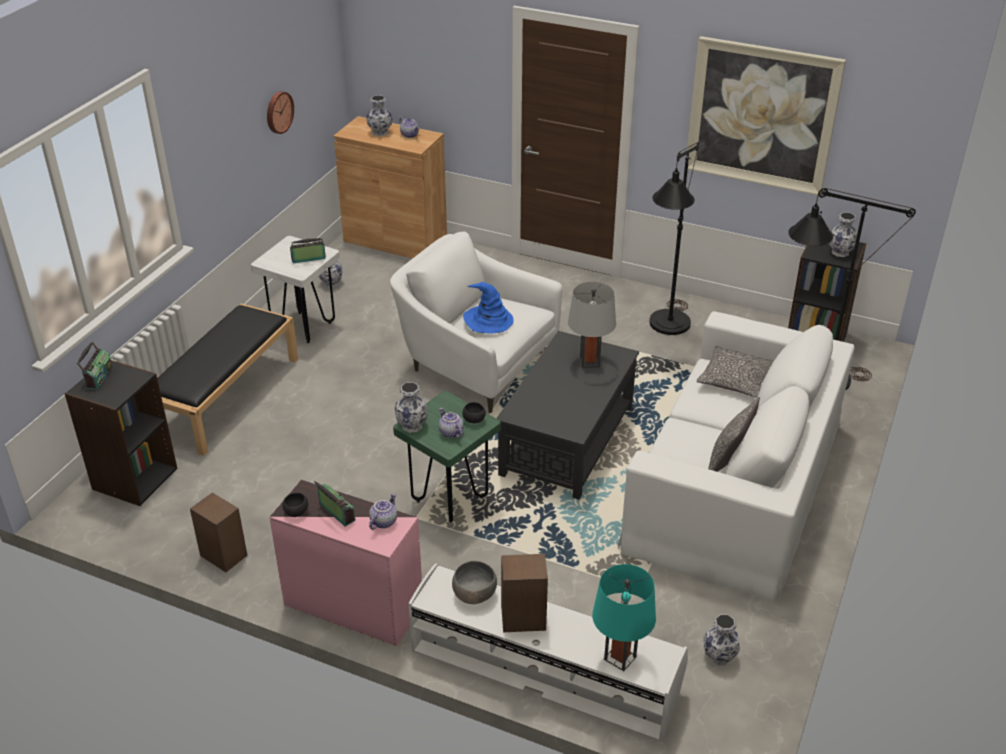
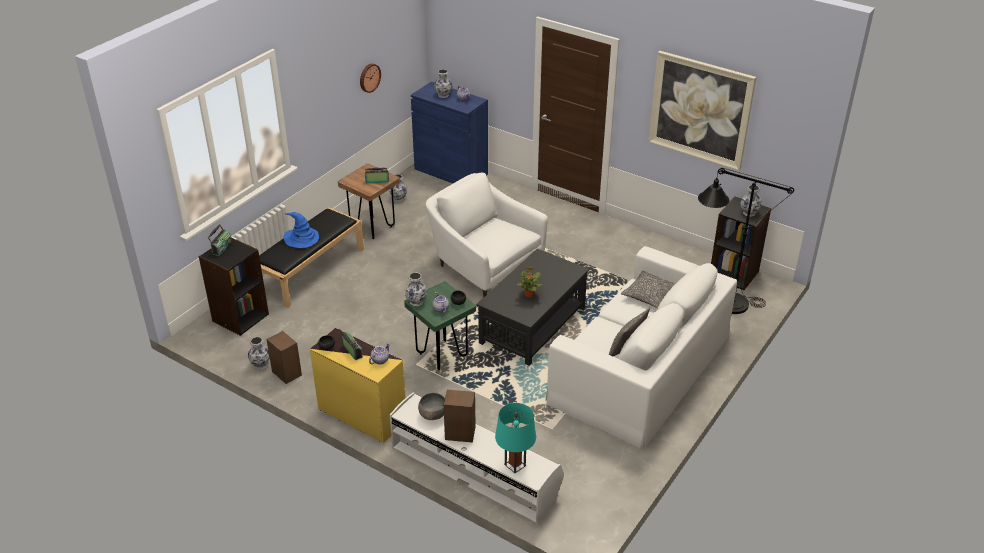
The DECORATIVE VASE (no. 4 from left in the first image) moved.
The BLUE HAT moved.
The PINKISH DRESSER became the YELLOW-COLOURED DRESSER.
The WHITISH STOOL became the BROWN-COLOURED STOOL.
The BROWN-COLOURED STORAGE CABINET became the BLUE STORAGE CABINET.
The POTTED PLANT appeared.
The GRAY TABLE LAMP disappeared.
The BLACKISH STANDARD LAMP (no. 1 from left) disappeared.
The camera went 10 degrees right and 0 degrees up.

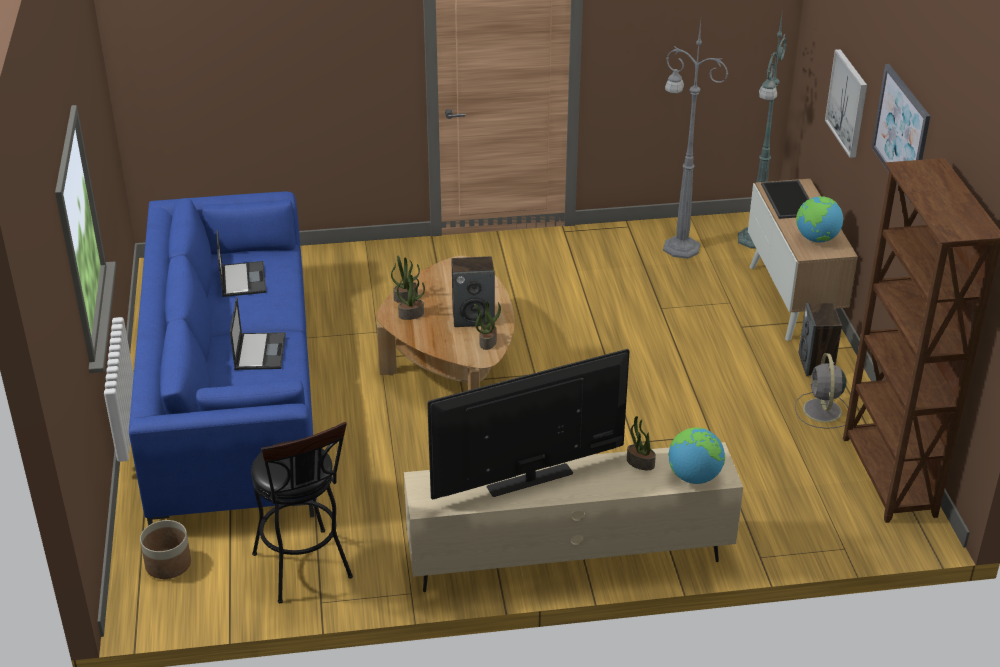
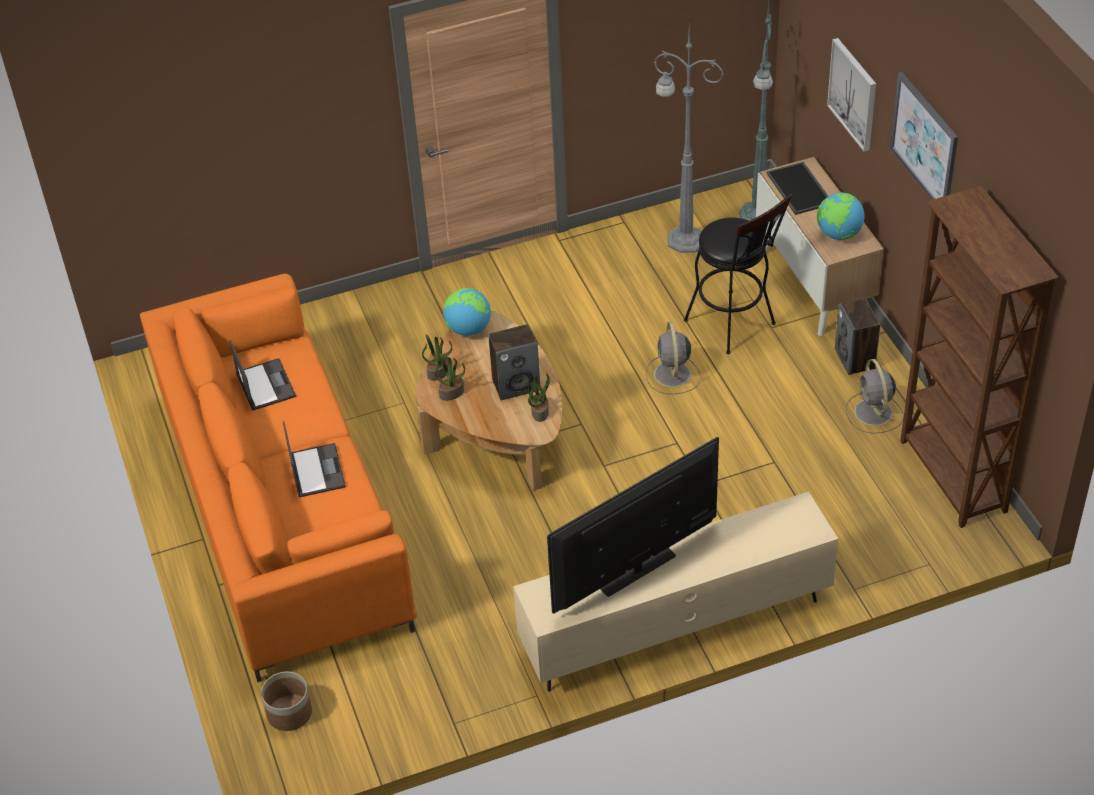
The BLUE COUCH became the ORANGEY COUCH.
The WORLD GLOBE (no. 1 from left) moved.
The GRAY FAN (no. 1 from left) appeared.
The BLACKISH STOOL moved.
The POTTED PLANT (no. 4 from left) disappeared.
The camera went 10 degrees left and 10 degrees up.

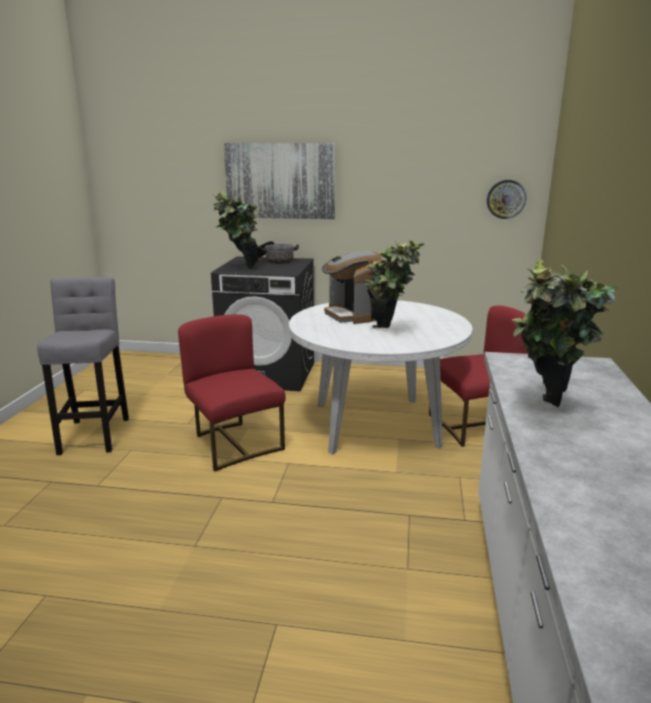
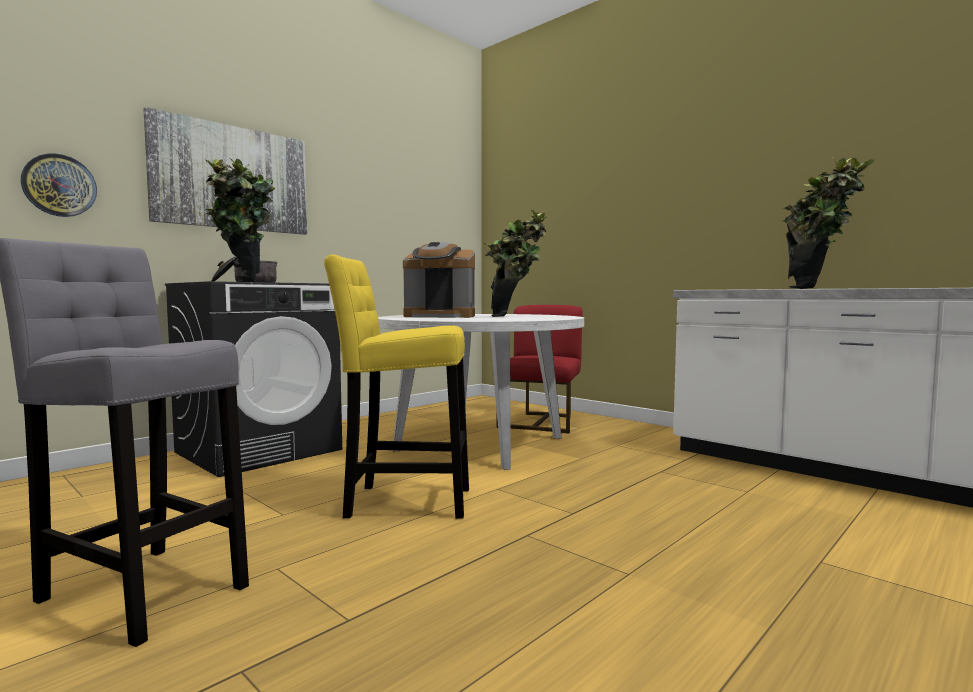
The CLOCK ON THE WALL moved.
The REDDISH UPRIGHT CHAIR (no. 1 from left) was replaced by the YELLOW-COLOURED STOOL.
The camera went 55 degrees left and 15 degrees down.

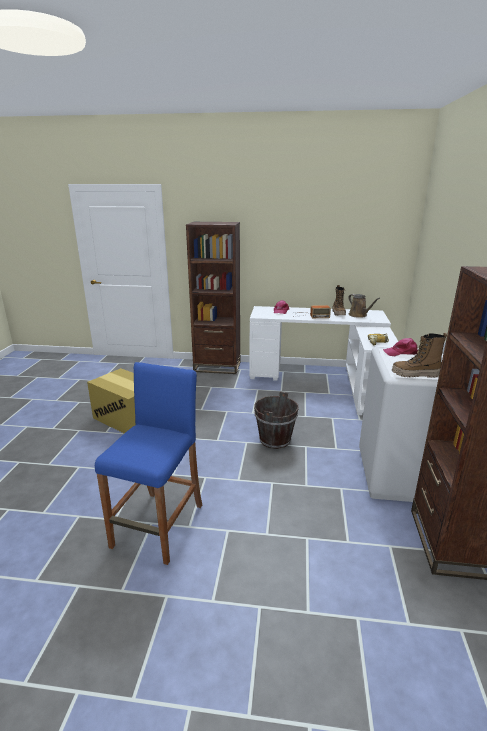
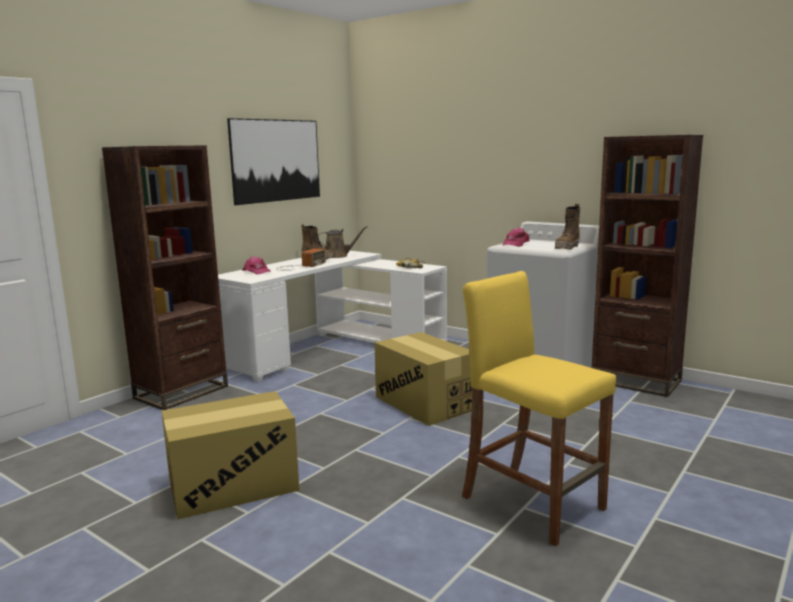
The PICTURE appeared.
The BROWN-COLOURED WATER BUCKET was replaced by the PACKING BOX (no. 2 from left).
The BLUE STOOL became the YELLOW-COLOURED STOOL.
The camera went 60 degrees left and 10 degrees down.

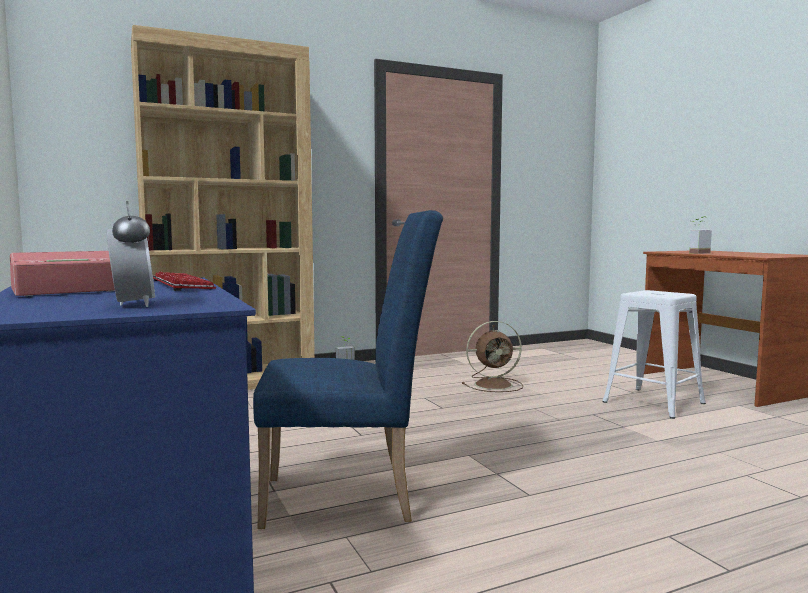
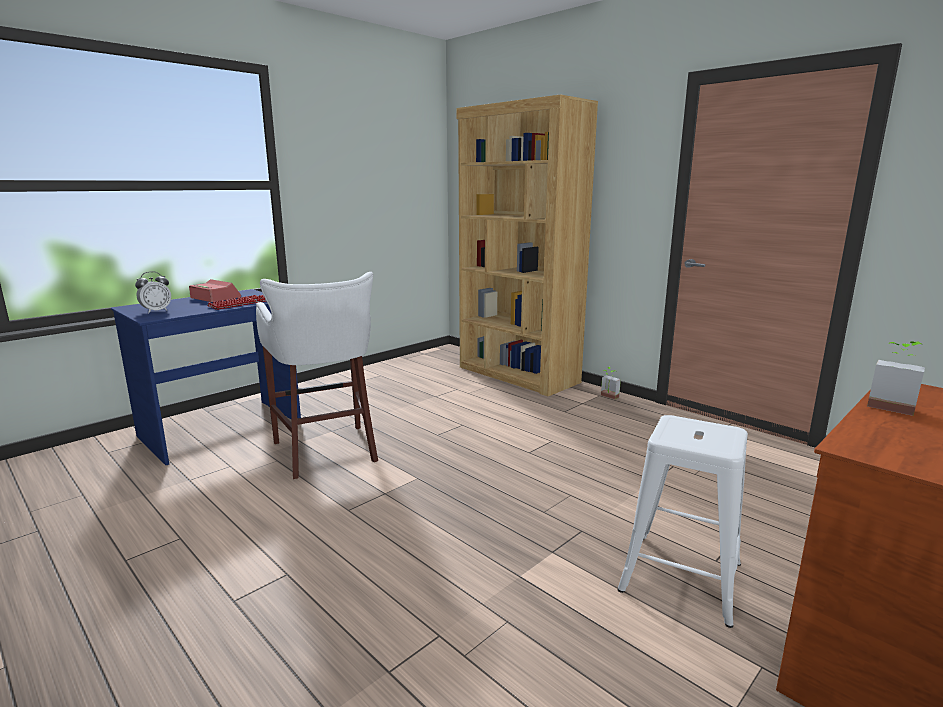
The BLUE UPRIGHT CHAIR was replaced by the WHITISH STOOL (no. 1 from left).
The BROWN-COLOURED FAN disappeared.
The camera went 70 degrees right and 10 degrees up.

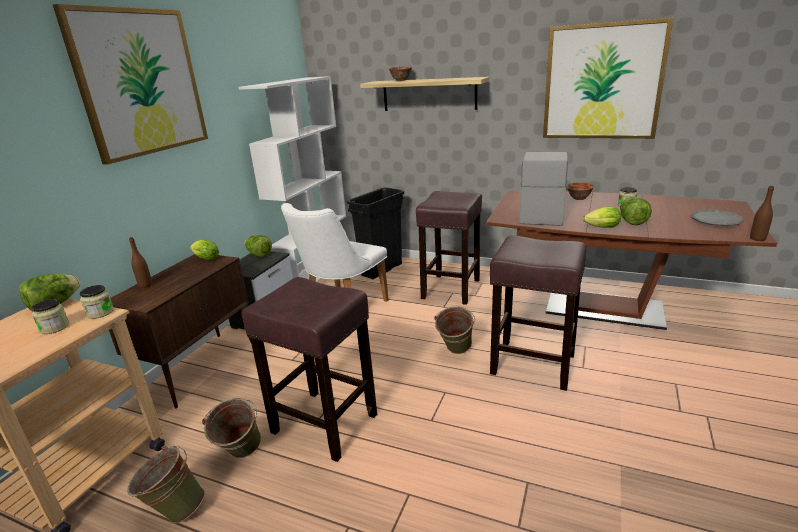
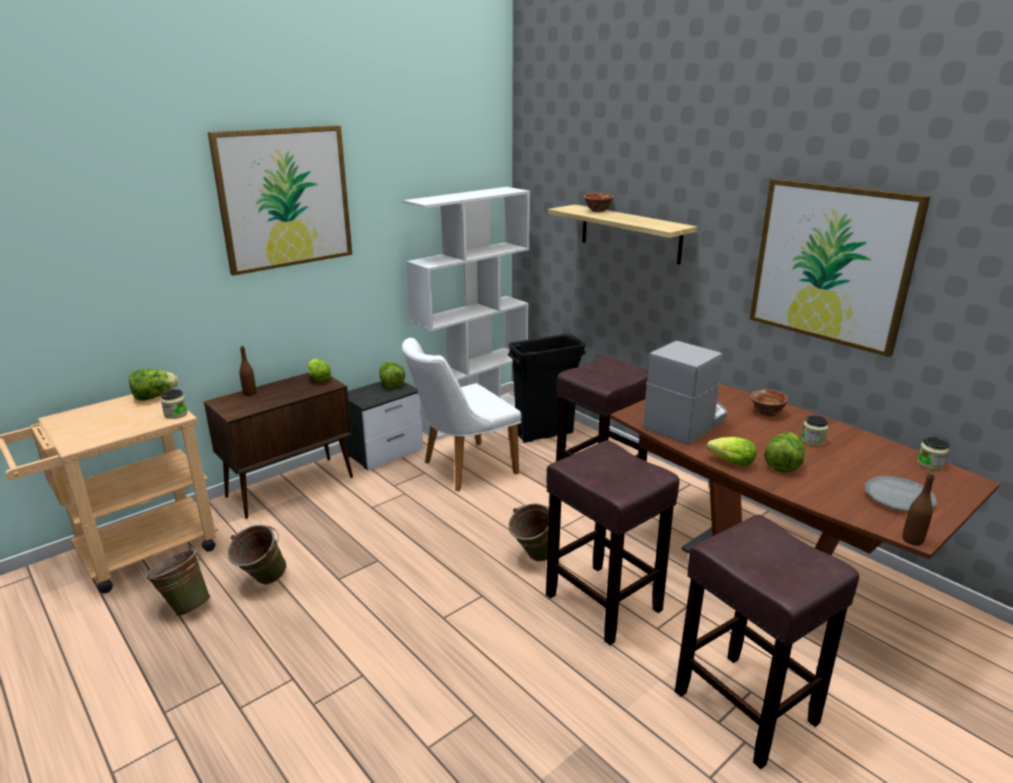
The BROWN-COLOURED STOOL (no. 1 from left in the first image) moved.
The JAR (no. 1 from left in the first image) moved.
The camera went 25 degrees right and 0 degrees up.

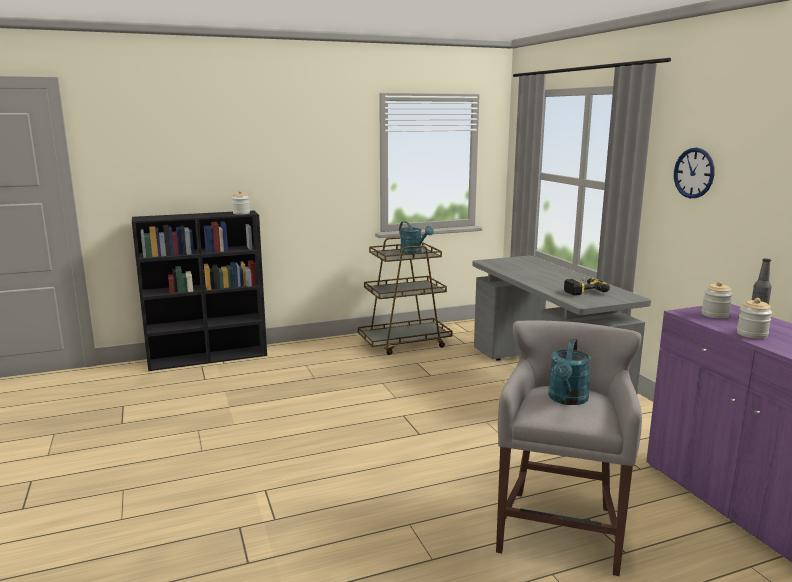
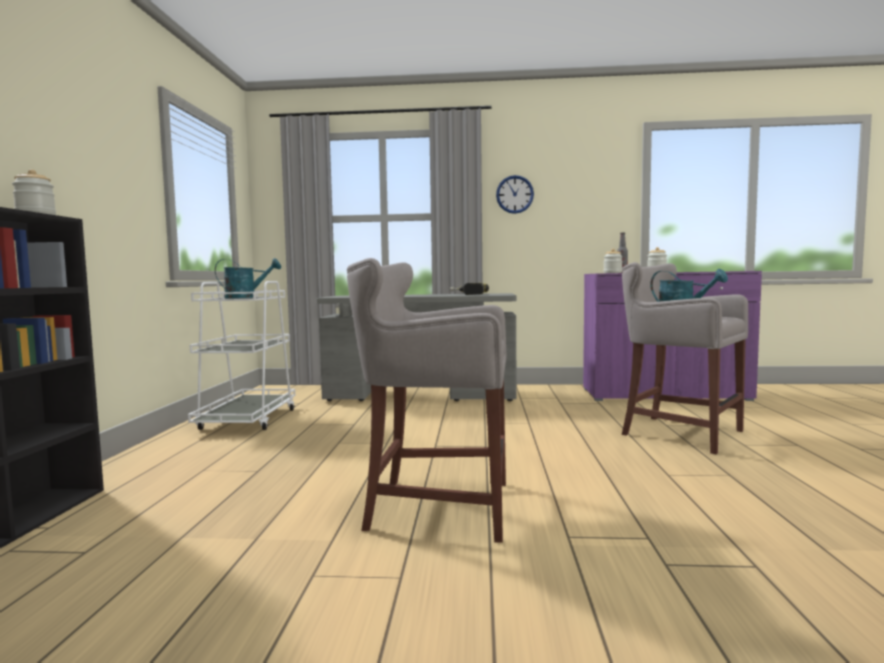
The BROWN-COLOURED WHEELED CART became the WHITISH WHEELED CART.
The GRAY STOOL (no. 1 from left) appeared.
The camera went 65 degrees left and 10 degrees down.

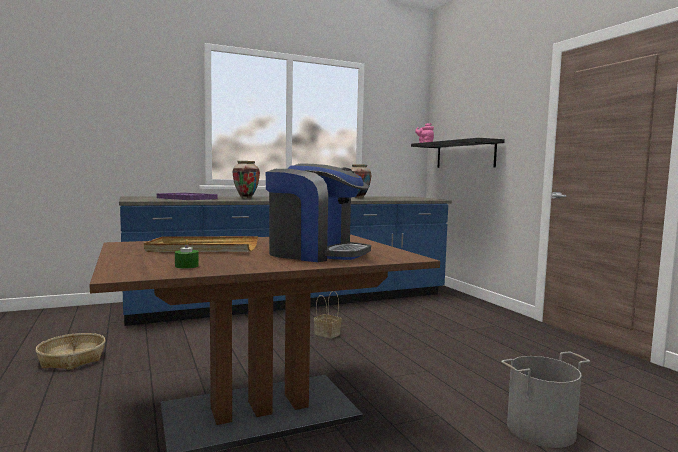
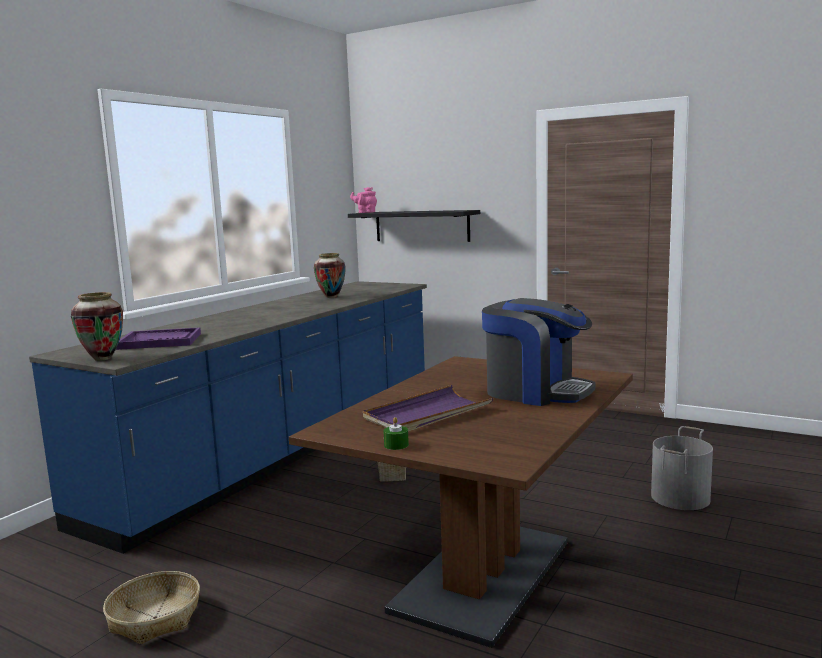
The DECORATIVE VASE (no. 1 from left) moved.
The BEIGE-COLOURED CARRYING TRAY became the PURPLISH CARRYING TRAY (no. 2 from left).
The GREENISH WAX LIGHT moved.
The COFFEE BREWER turned 45 degrees clockwise.
The camera went 35 degrees left and 5 degrees up.

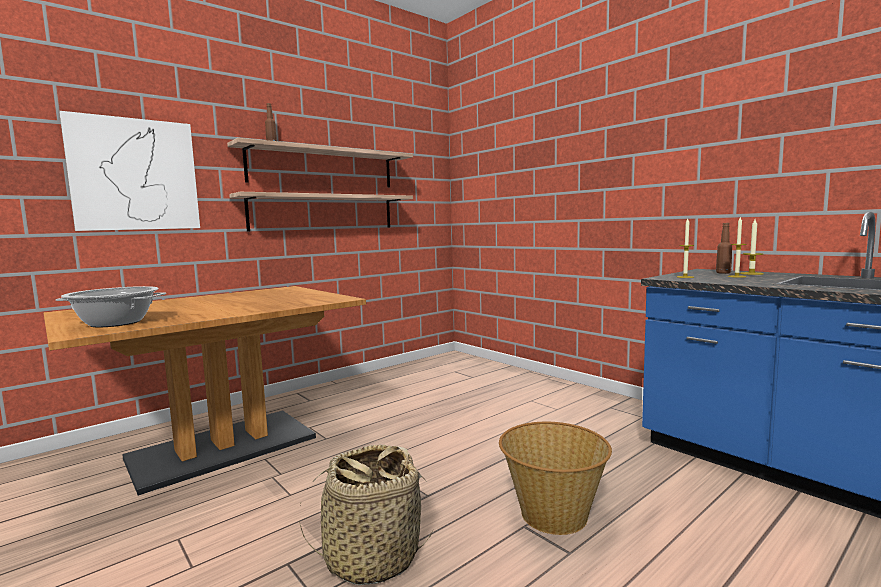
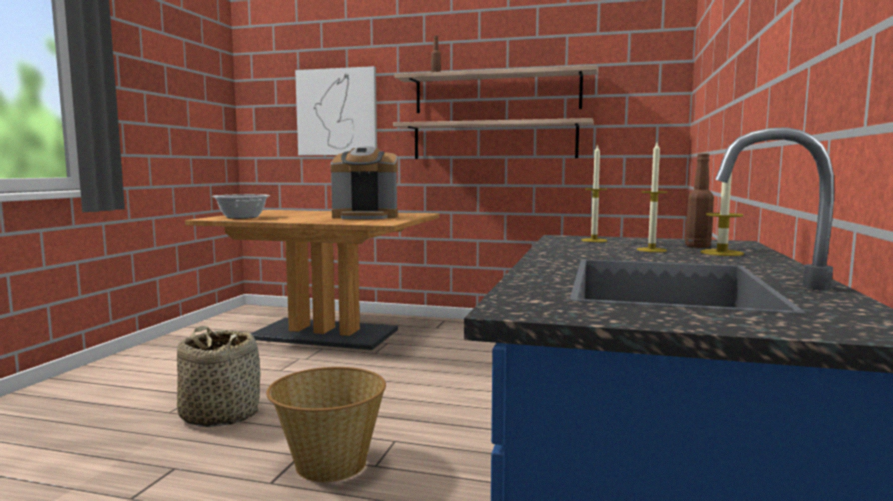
The COFFEE BREWER appeared.
The camera went 55 degrees right and 0 degrees up.

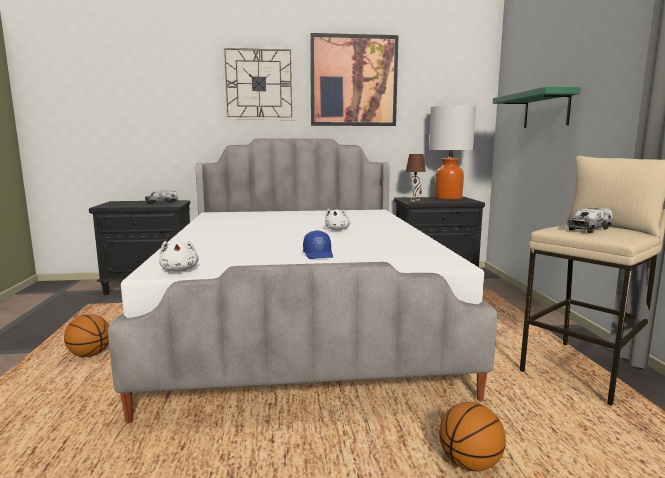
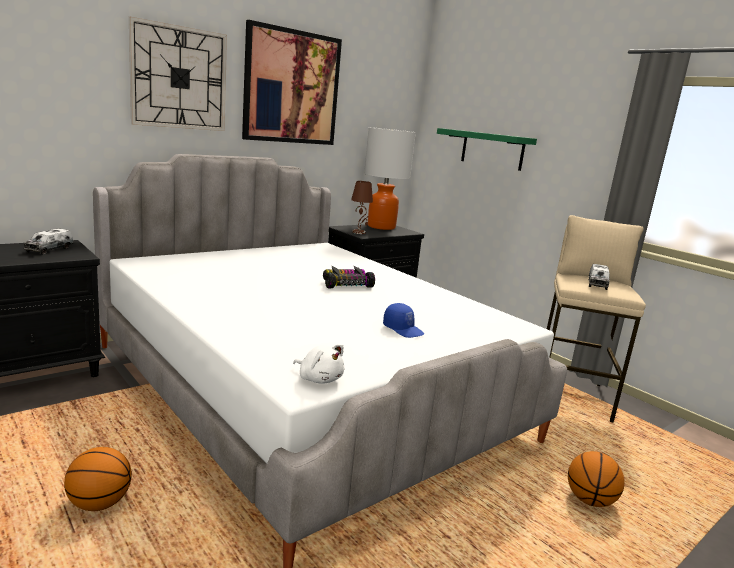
The WHITISH SOFT TOY (no. 2 from left) was replaced by the MODEL CAR.
The camera went 35 degrees left and 5 degrees up.

